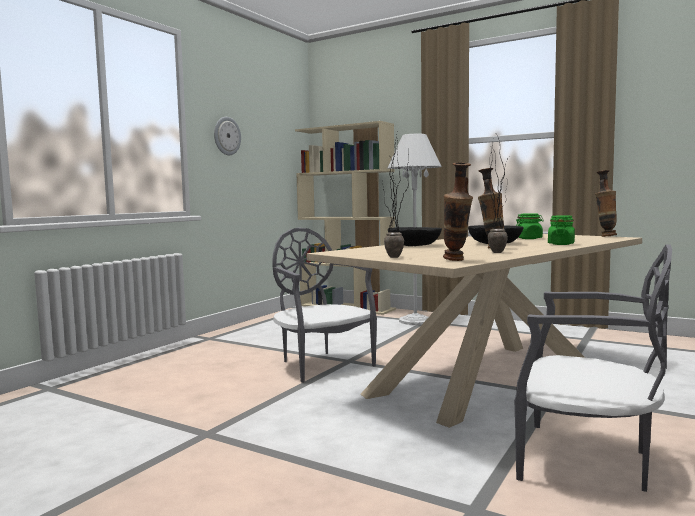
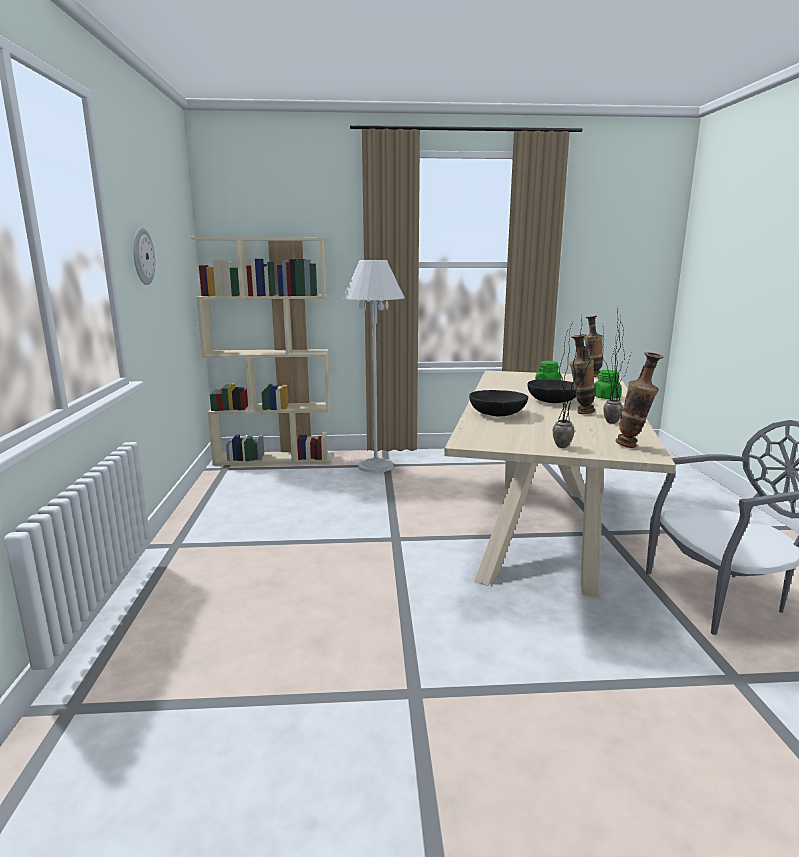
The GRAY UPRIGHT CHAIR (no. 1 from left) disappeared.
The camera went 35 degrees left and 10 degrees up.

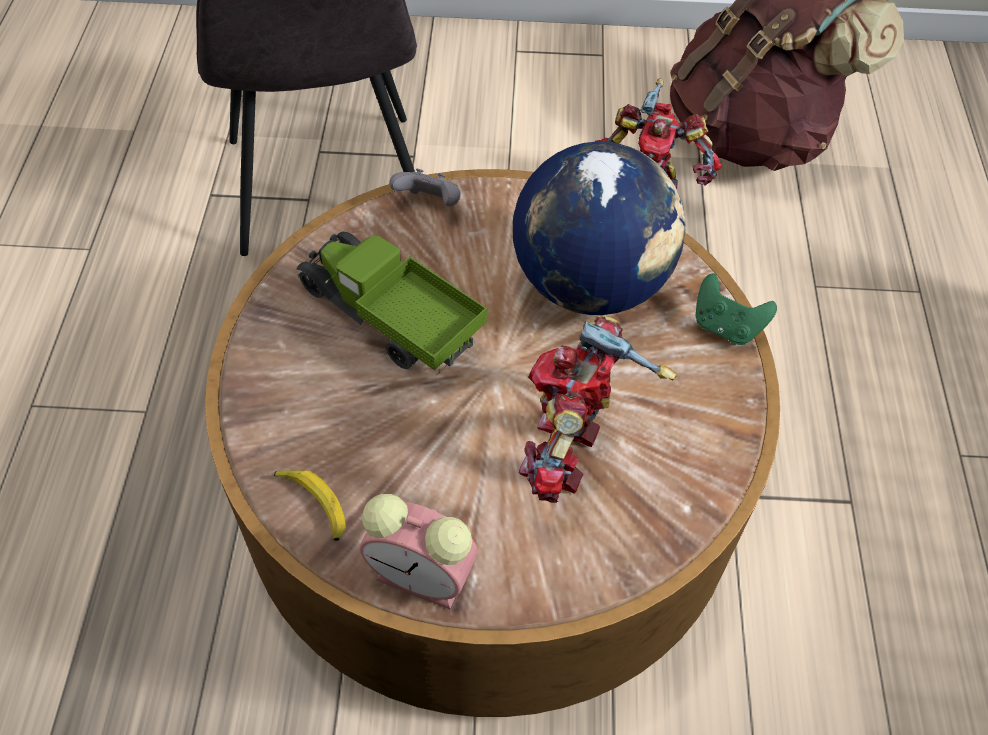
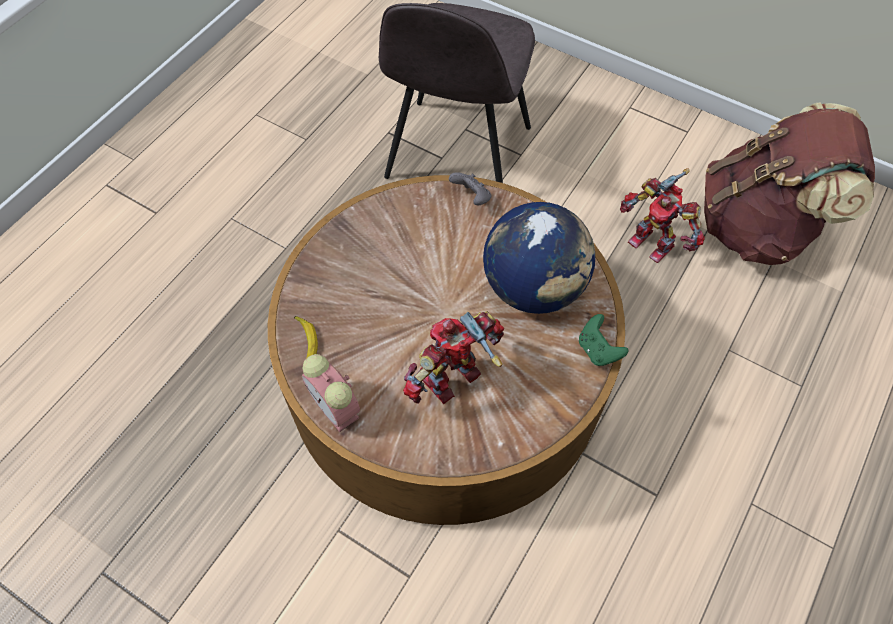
The TOY TRUCK disappeared.
The camera went 30 degrees right and 5 degrees up.

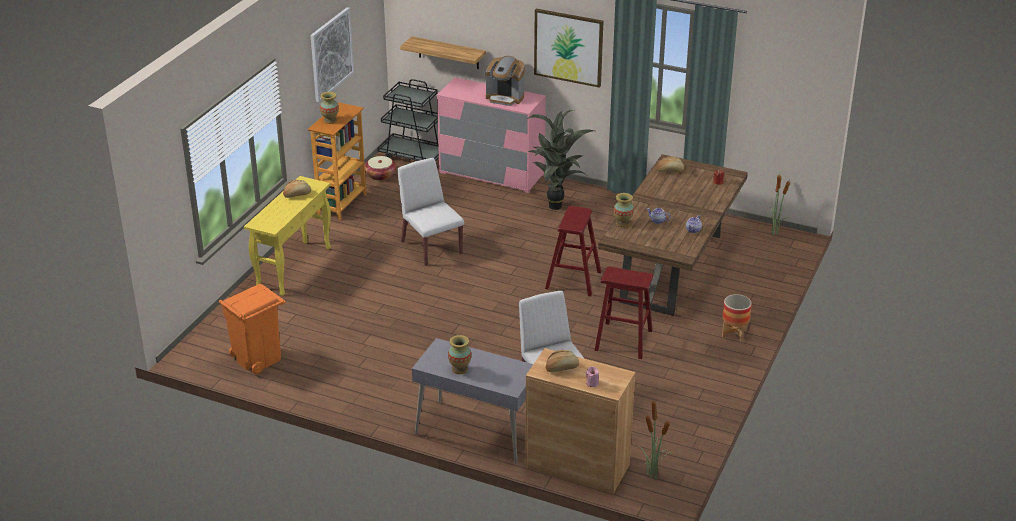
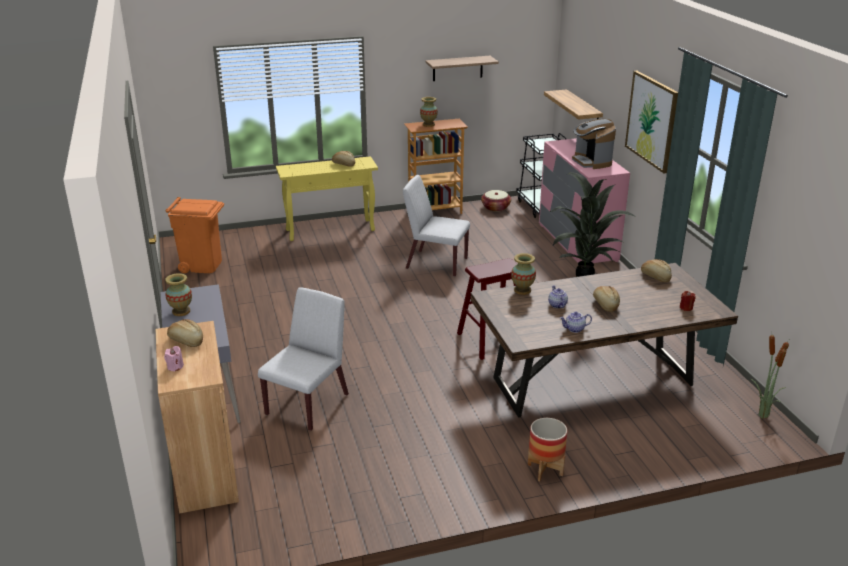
The WHITISH UPRIGHT CHAIR (no. 1 from left in the first image) turned 90 degrees counterclockwise.
The PICTURE (no. 1 from left) was replaced by the BRACKET SHELF (no. 1 from left).
The BREAD (no. 3 from left) appeared.
The REDDISH STOOL (no. 2 from left) disappeared.
The POTTED PLANT (no. 2 from left) disappeared.
The camera went 50 degrees right and 5 degrees down.

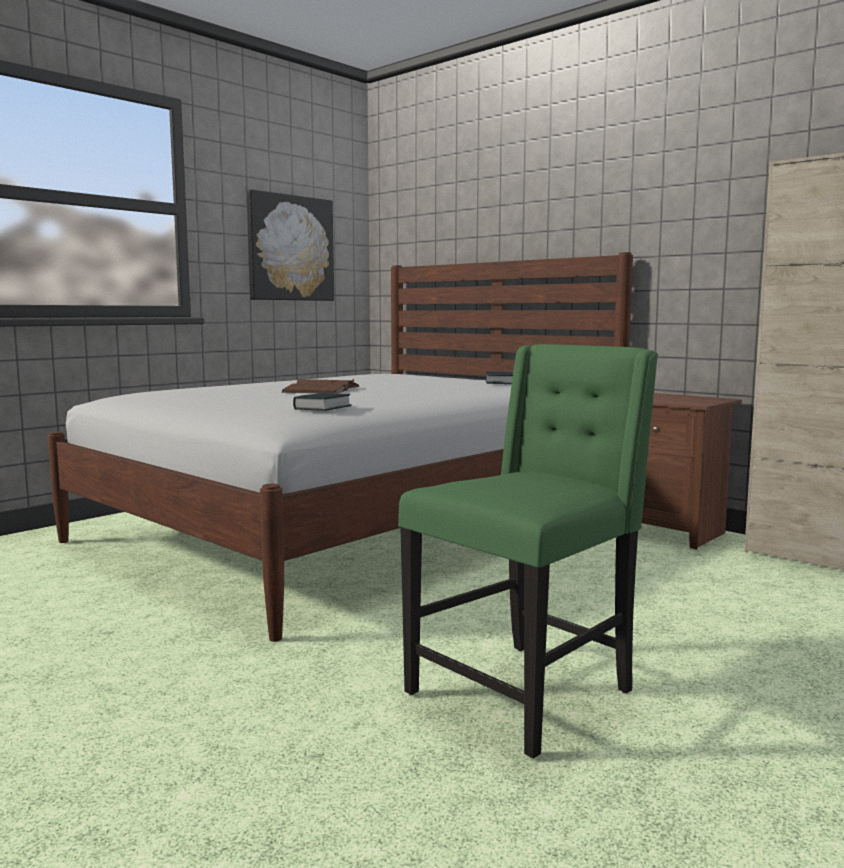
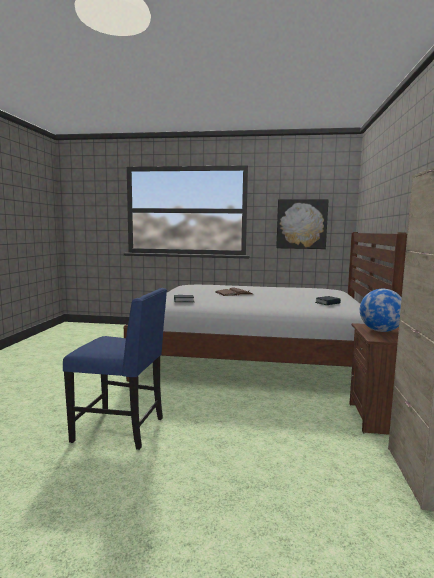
The GREENISH UPRIGHT CHAIR became the BLUE UPRIGHT CHAIR.
The WORLD GLOBE appeared.
The camera went 55 degrees right and 0 degrees up.

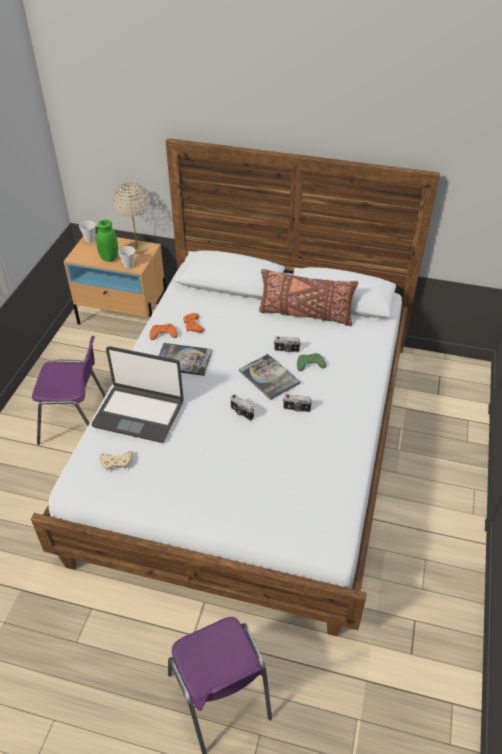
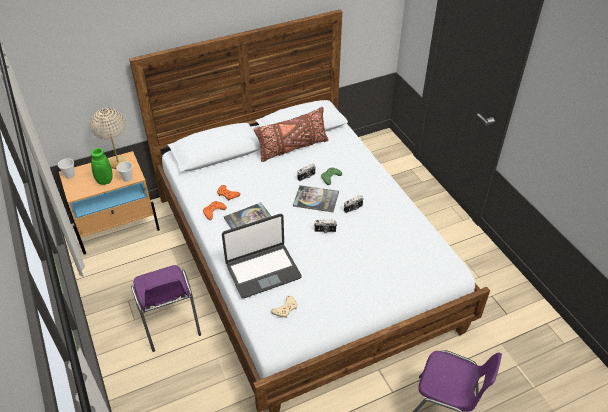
The PURPLISH UPRIGHT CHAIR (no. 1 from left) turned 105 degrees clockwise.
The camera went 40 degrees left and 0 degrees up.

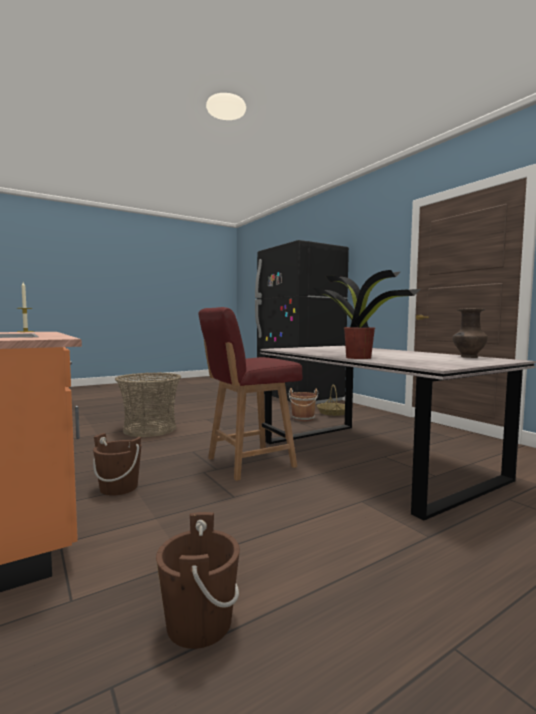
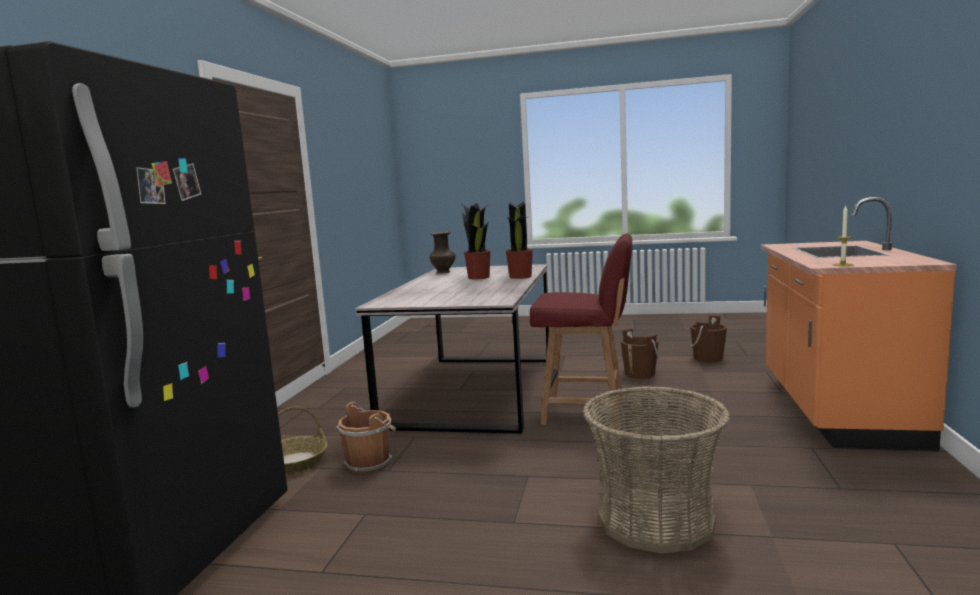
The POTTED PLANT (no. 1 from left) appeared.
The BROWN-COLOURED WATER BUCKET (no. 1 from left in the first image) moved.
The camera went 135 degrees left and 5 degrees up.

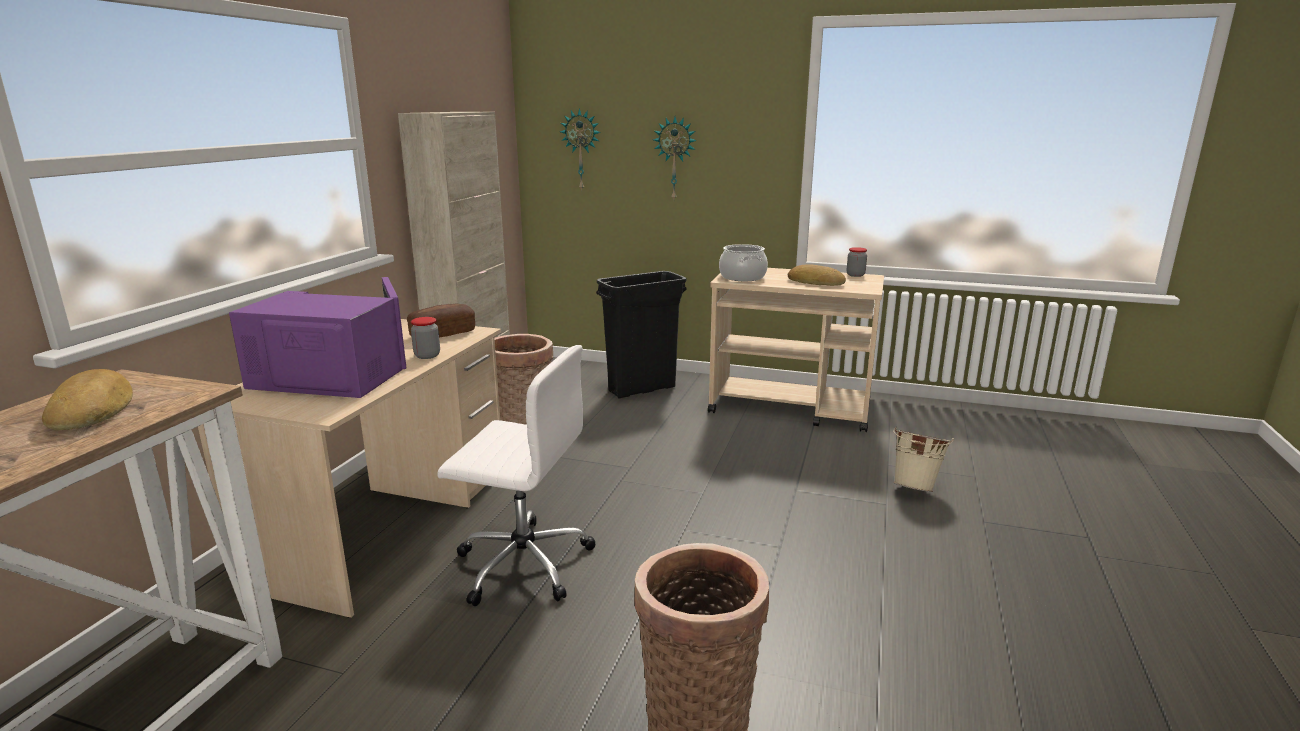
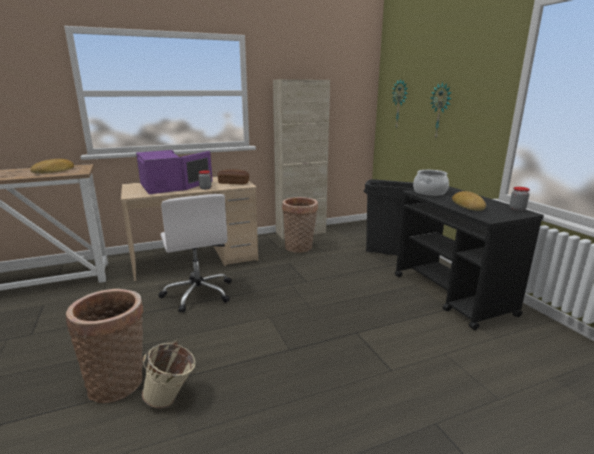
The BEIGE-COLOURED WATER BUCKET moved.
The BEIGE-COLOURED WHEELED CART became the BLACKISH WHEELED CART.
The camera went 50 degrees right and 0 degrees up.

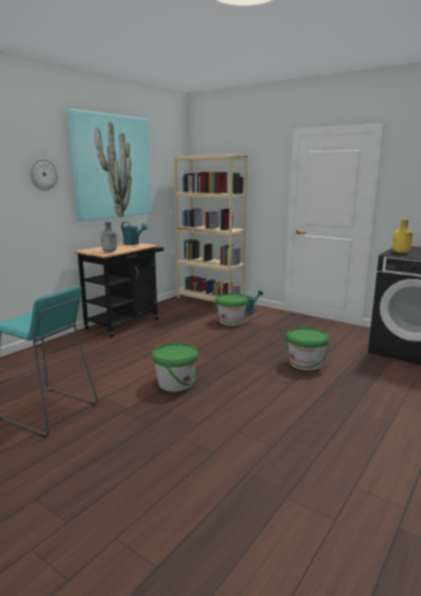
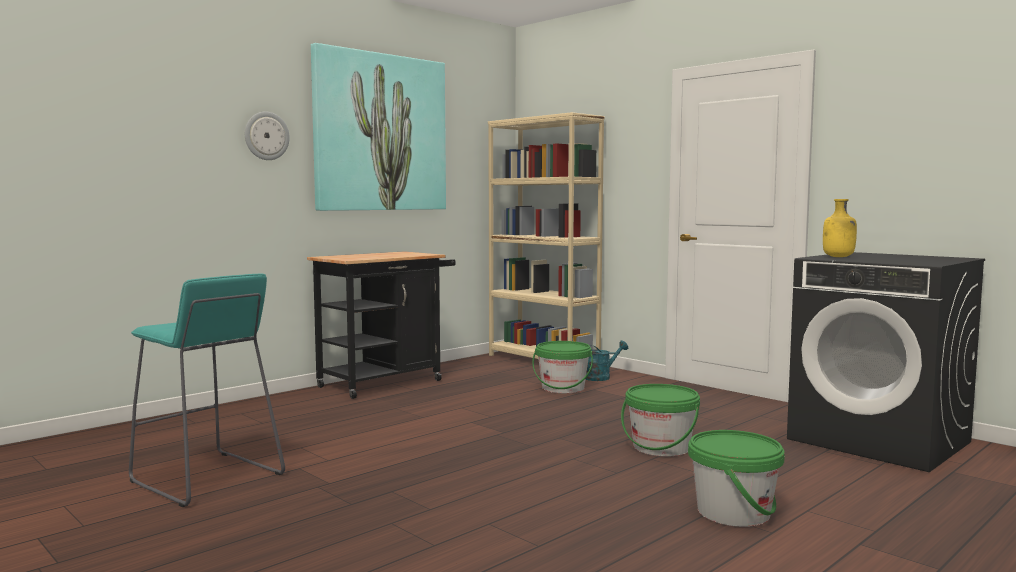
The GREENISH WATER BUCKET (no. 1 from left in the first image) moved.
The GRAY DRINK BOTTLE disappeared.
The BLUE-GREEN WATERING POT (no. 1 from left) disappeared.
The camera went 10 degrees right and 10 degrees down.

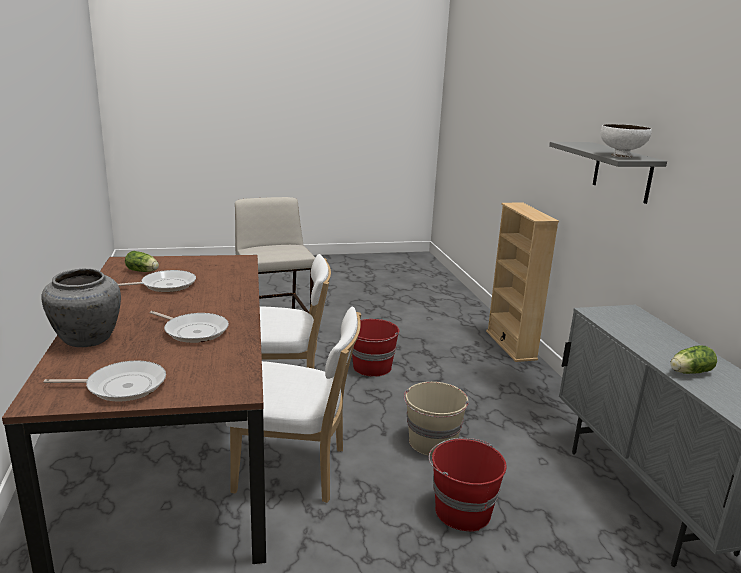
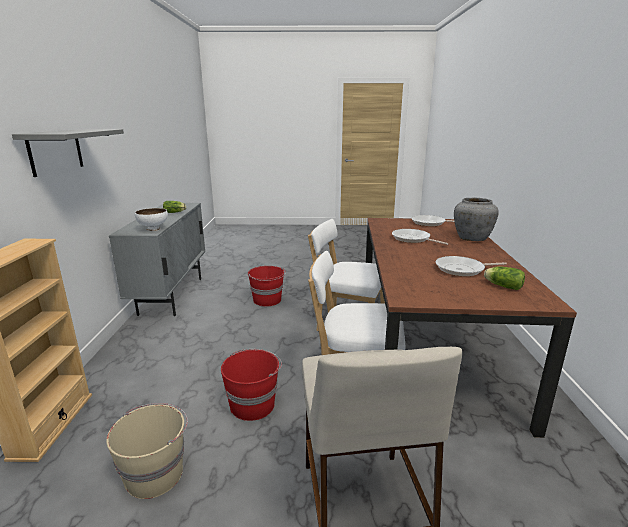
The BEIGE-COLOURED WATER BUCKET moved.
The WHITISH BOWL moved.
The camera went 165 degrees left and 0 degrees up.

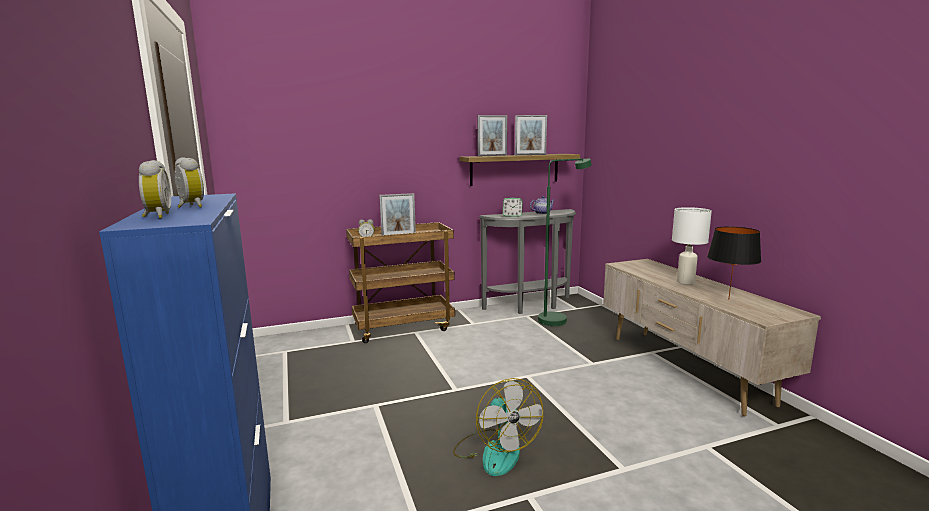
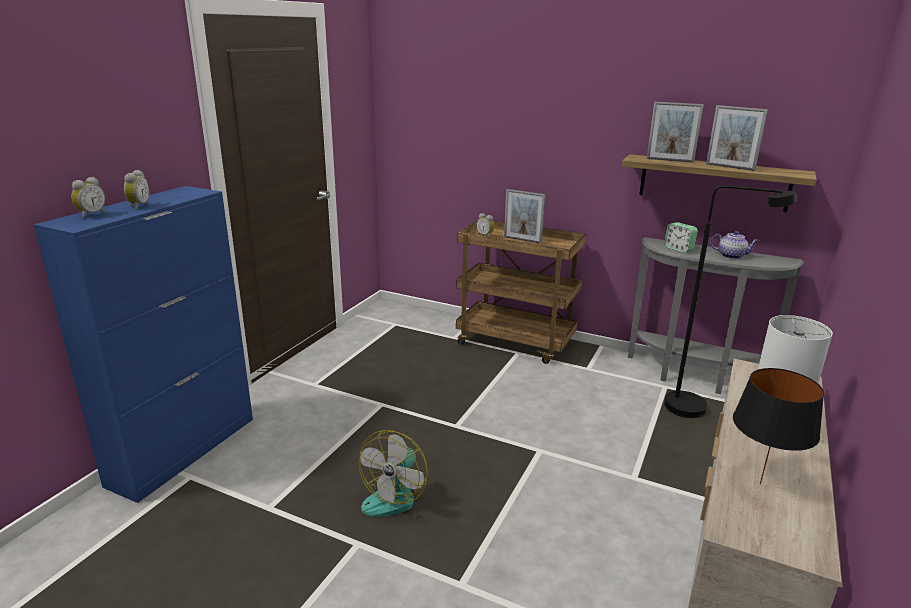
The GREENISH STANDARD LAMP became the BLACKISH STANDARD LAMP.
The camera went 45 degrees right and 10 degrees up.

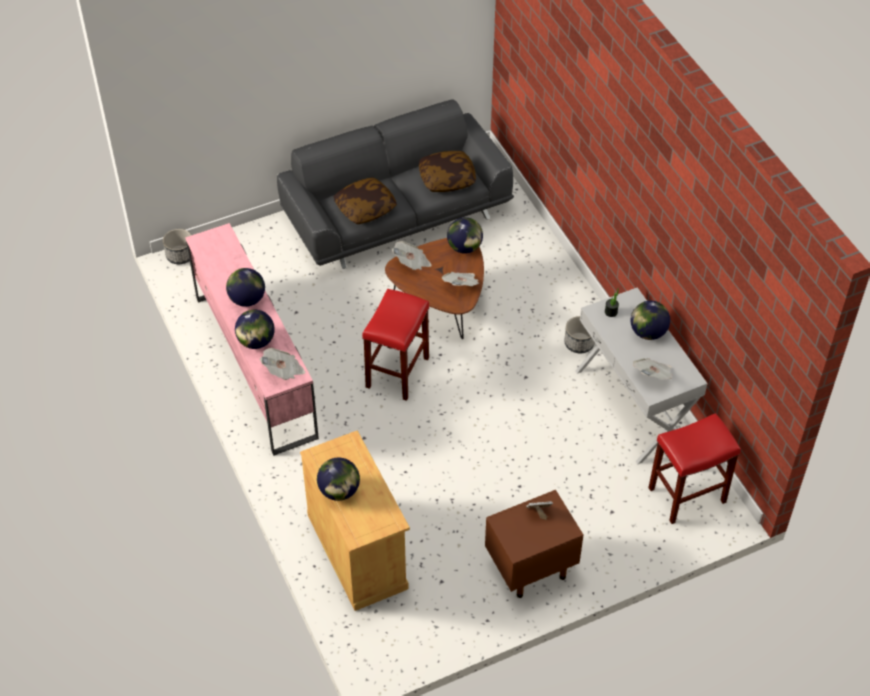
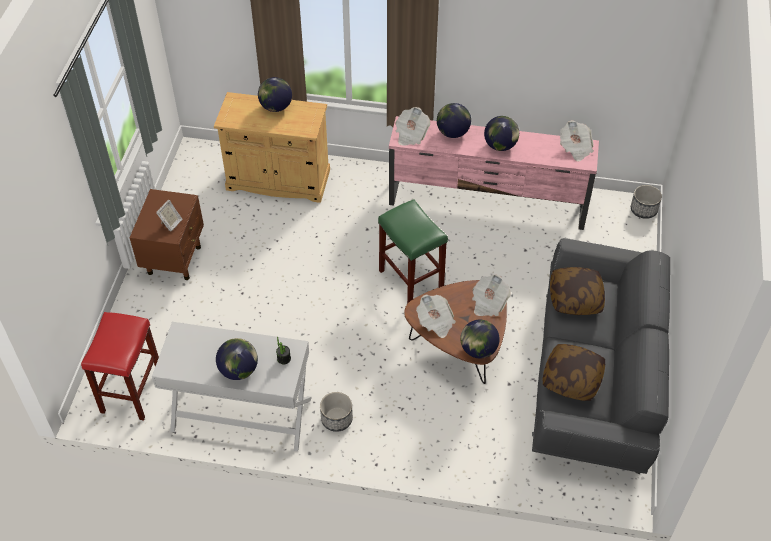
The REDDISH STOOL (no. 1 from left) became the GREENISH STOOL.
The PRINTED PAPER (no. 4 from left) moved.
The camera went 125 degrees right and 0 degrees up.

